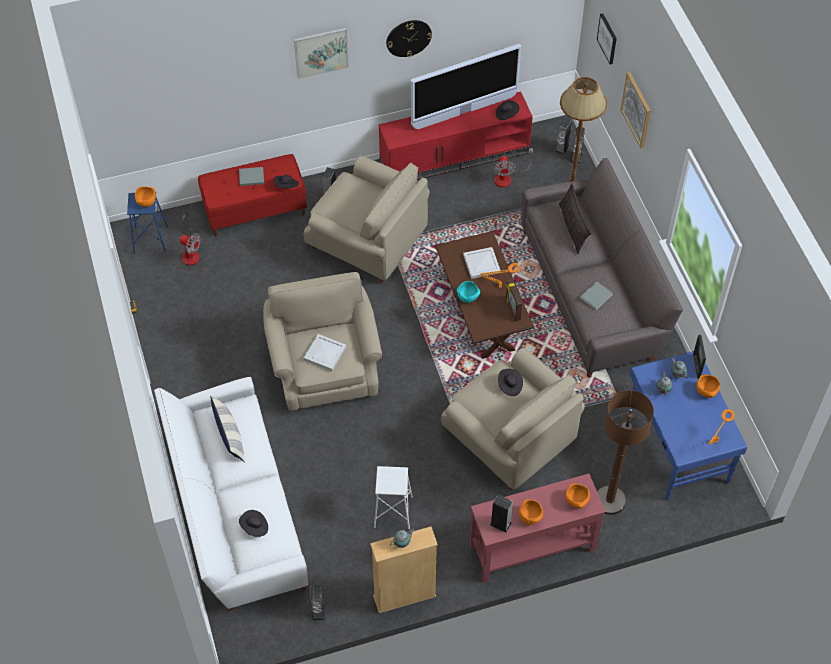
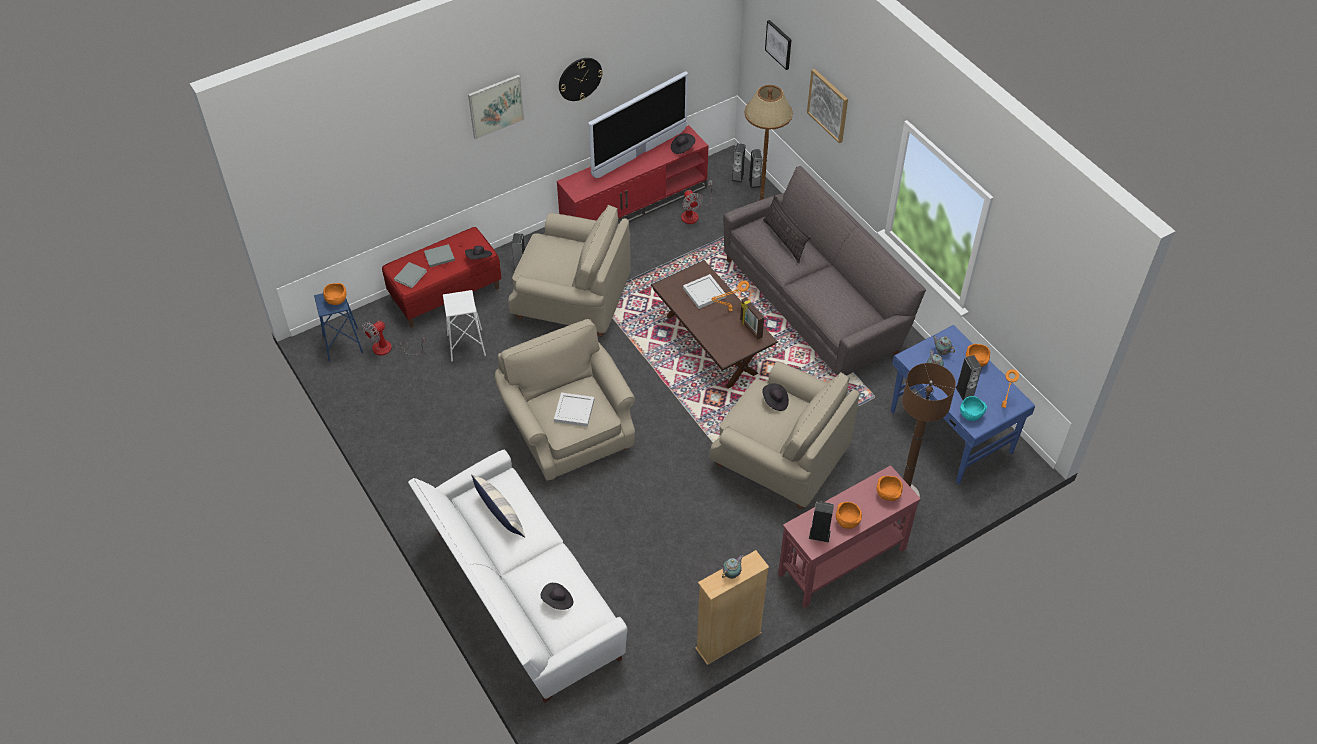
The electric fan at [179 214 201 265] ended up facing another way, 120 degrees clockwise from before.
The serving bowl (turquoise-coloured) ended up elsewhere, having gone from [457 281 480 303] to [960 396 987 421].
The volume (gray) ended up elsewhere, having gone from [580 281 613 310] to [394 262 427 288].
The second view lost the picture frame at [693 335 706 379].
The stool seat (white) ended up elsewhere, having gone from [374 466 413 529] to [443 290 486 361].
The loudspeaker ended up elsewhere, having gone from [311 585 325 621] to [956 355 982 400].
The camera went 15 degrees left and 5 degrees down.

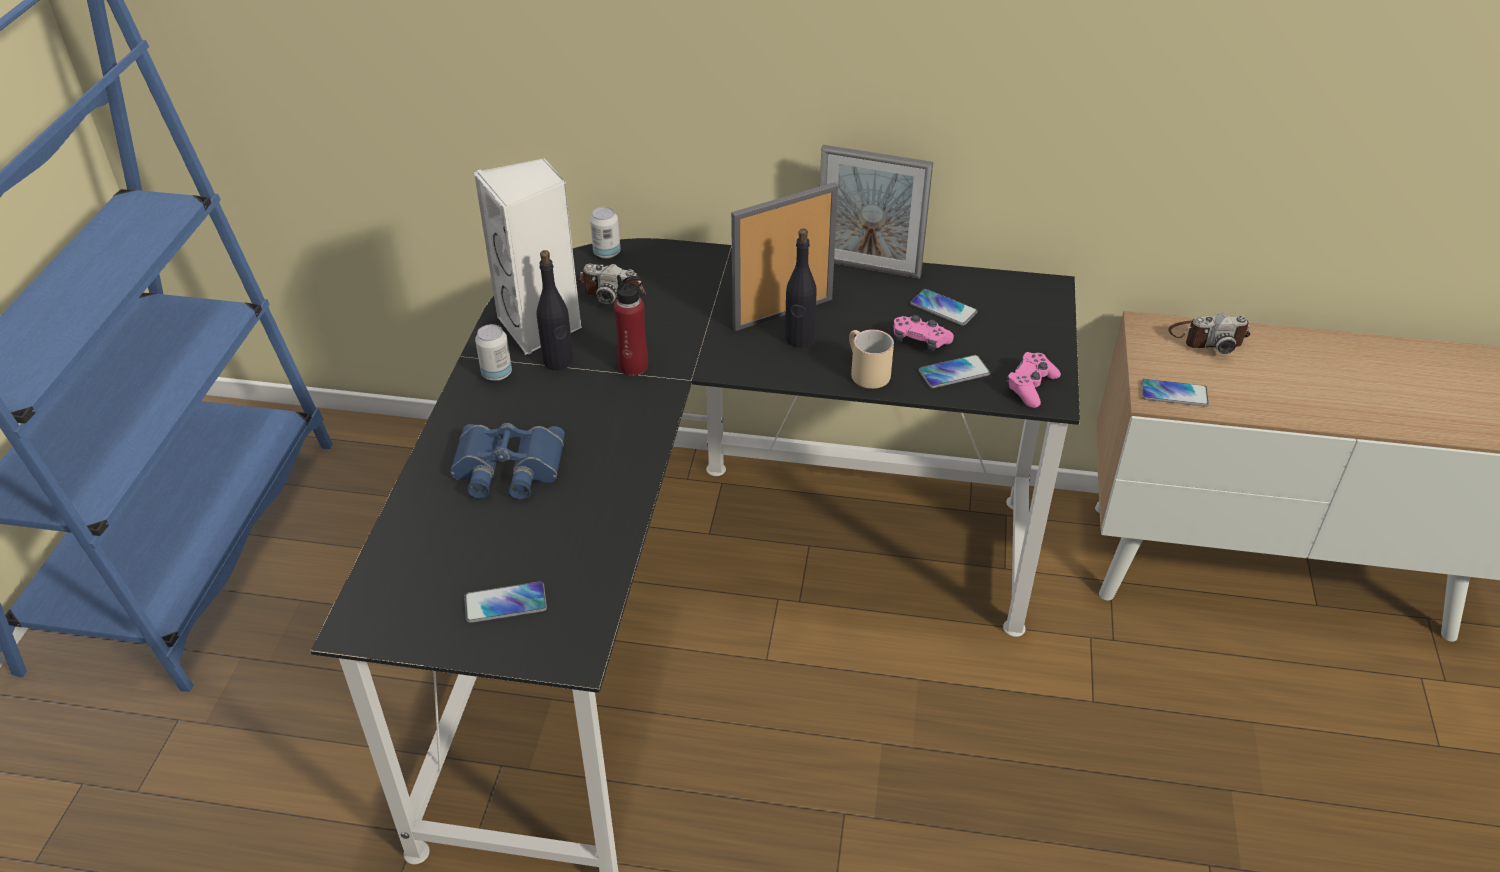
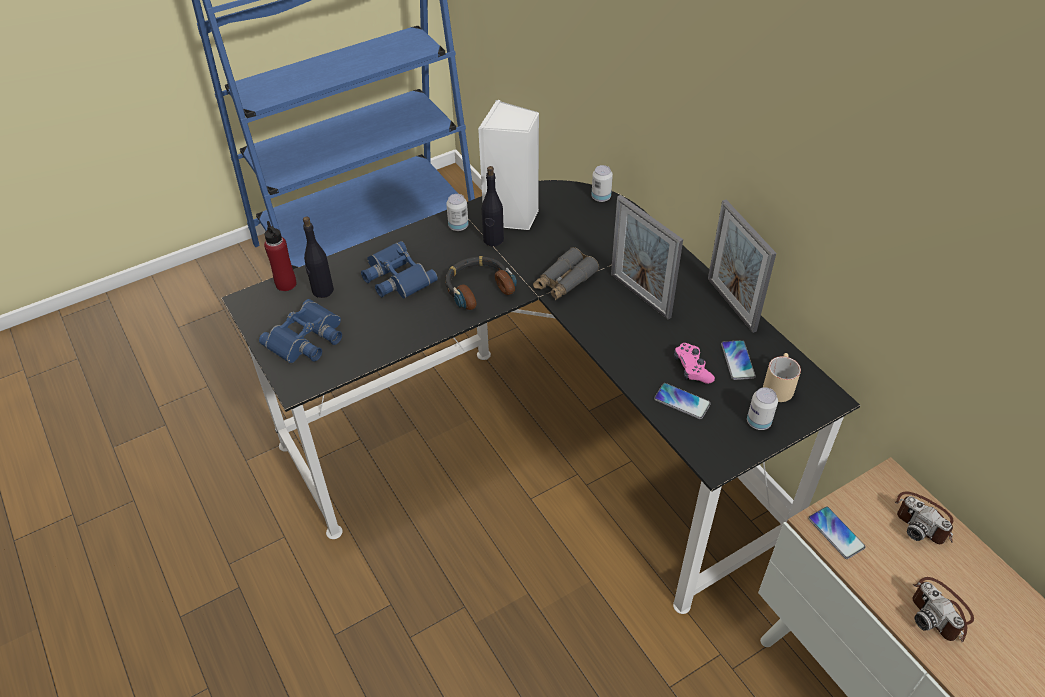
The picture frame at [731 182 838 331] ended up facing another way, 150 degrees counterclockwise from before.
The drink bottle (black) ended up elsewhere, having gone from [785 229 817 348] to [303 216 334 298].
The still camera ended up elsewhere, having gone from [577 263 646 305] to [913 577 974 642].
The drink bottle (reddish) ended up elsewhere, having gone from [614 275 648 376] to [264 221 297 291].
The mug (beige-coloured) ended up elsewhere, having gone from [849 329 894 389] to [763 353 801 402].
The second view lost the game controller (pink) at [1006 352 1061 408].
Where the handset stood at [464 581 547 623], the field glasses (bluish) came to stand at [259 299 342 363].
The second view gained the field glasses (gray) at [533 247 599 301].
The second view gained the headphones at [445 256 517 310].
The second view gained the can at [747 387 778 430].
The camera went 50 degrees right and 5 degrees up.

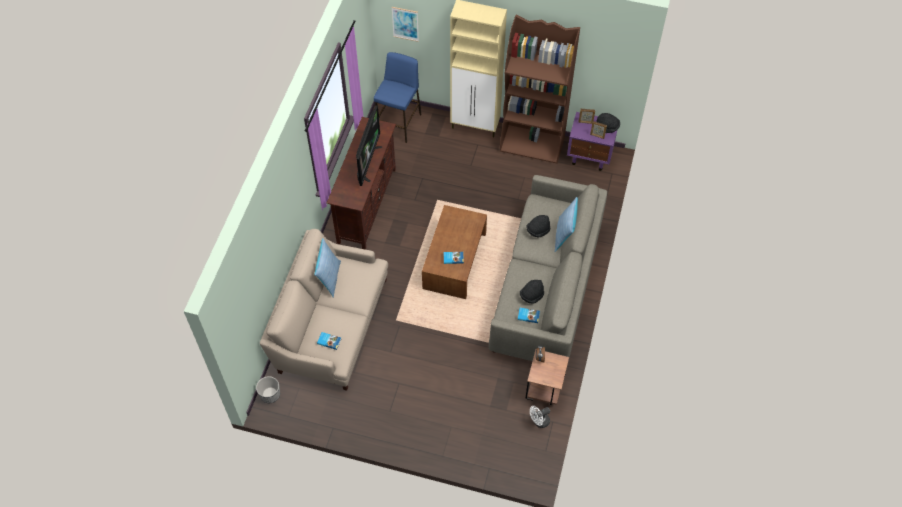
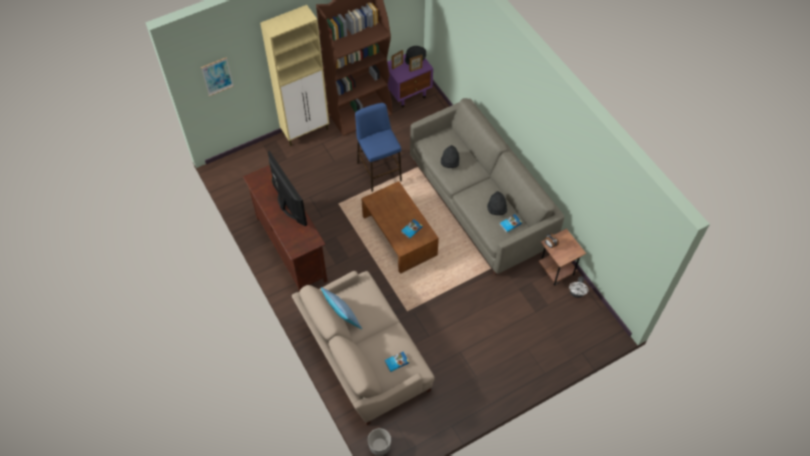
The stool seat (bluish) ended up elsewhere, having gone from [374 52 422 143] to [355 103 402 192].
The second view lost the throw pillow at [555 197 578 252].
The camera went 45 degrees left and 0 degrees up.

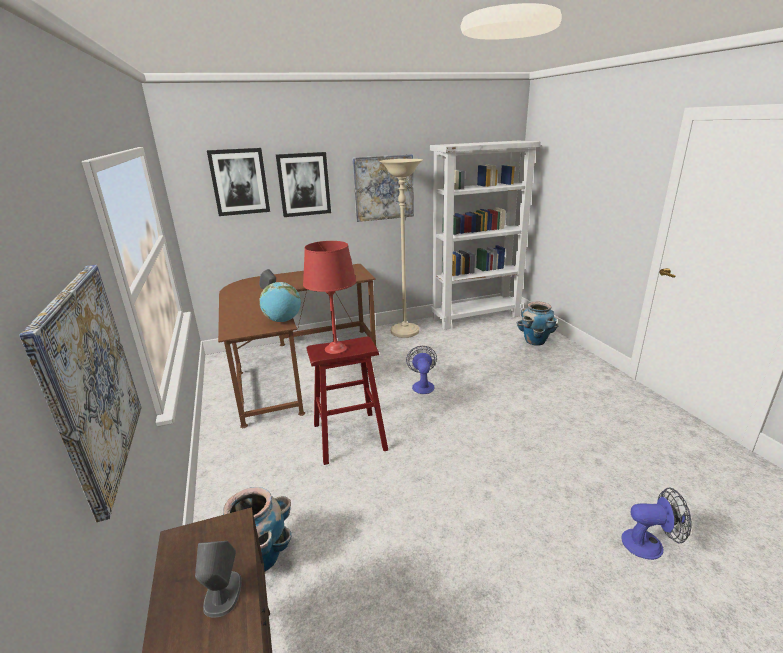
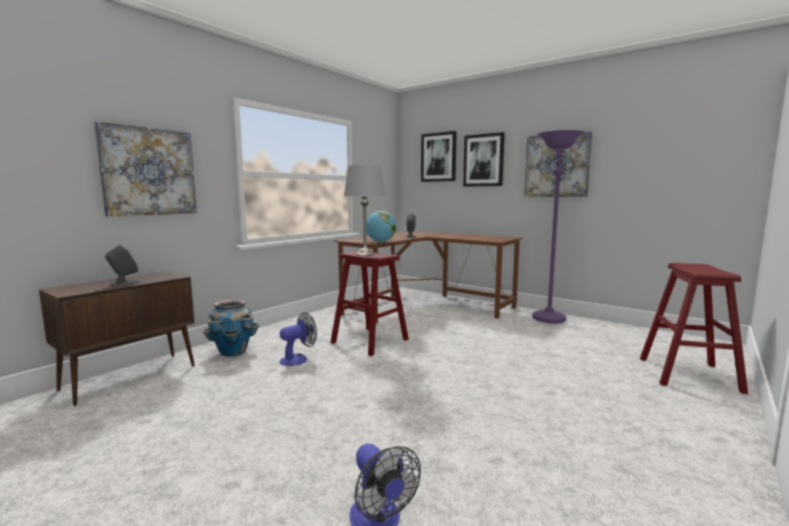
The second view lost the bookcase (white) at [430 141 541 330].
What was the standing lamp (beige-coloured) at [380 159 423 338] turned into the standing lamp (purple-coloured) at [532 130 585 324].
What was the table lamp (reddish) at [303 241 356 354] turned into the table lamp (gray) at [344 165 385 255].
Where the flower pot stood at [517 302 559 346], the stool seat (reddish) came to stand at [640 263 748 394].
The electric fan ended up elsewhere, having gone from [406 346 437 394] to [280 312 317 366].
The camera went 55 degrees right and 15 degrees down.

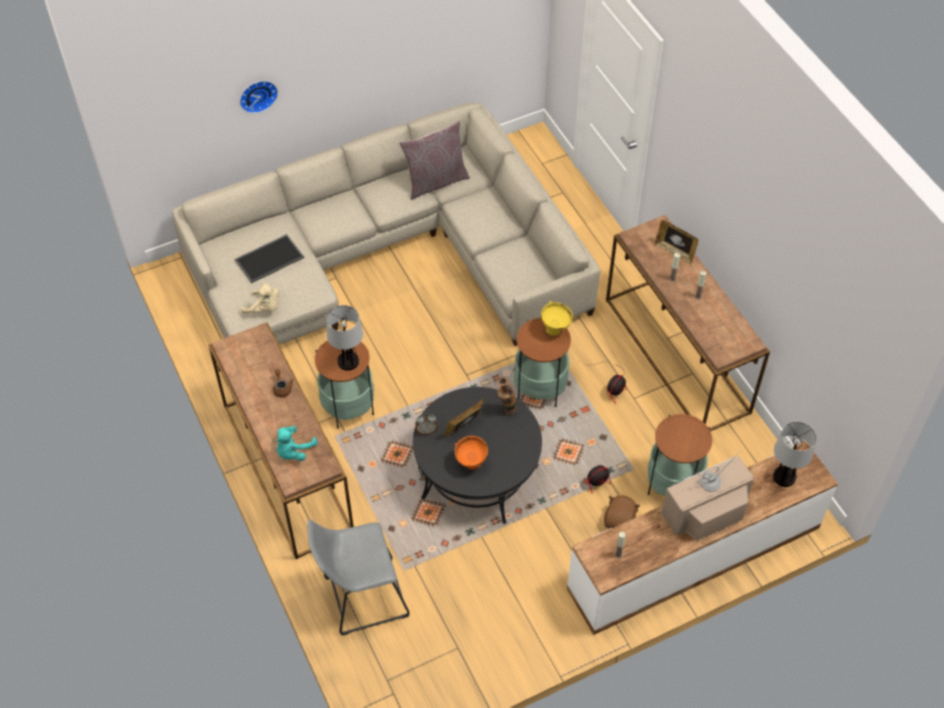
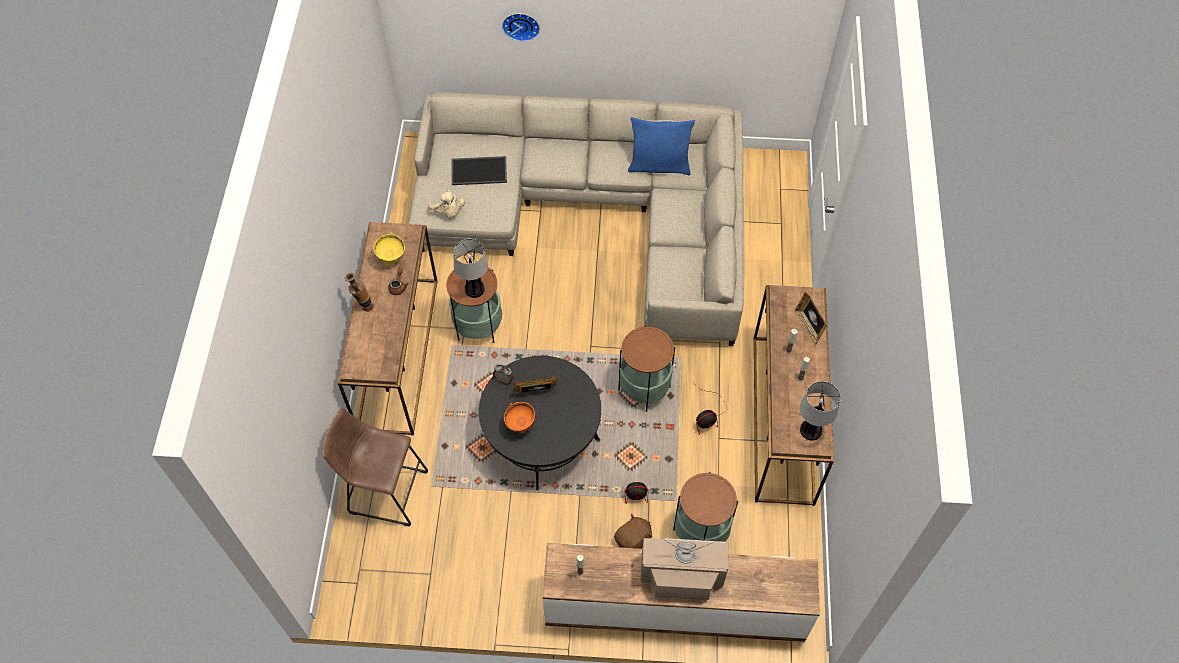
What was the throw pillow (gray) at [399 121 470 200] turned into the throw pillow (bluish) at [628 117 695 175].
The serving bowl (yellow) ended up elsewhere, having gone from [541 301 573 336] to [373 232 405 266].
The vase ended up elsewhere, having gone from [497 377 517 415] to [345 273 374 312].
The table lamp ended up elsewhere, having gone from [773 422 817 487] to [800 381 841 440].
The second view lost the cuddly toy (turquoise-coloured) at [275 426 318 461].
What was the stool seat (gray) at [307 519 410 636] turned into the stool seat (brown) at [322 408 428 527].
The camera went 30 degrees right and 5 degrees up.

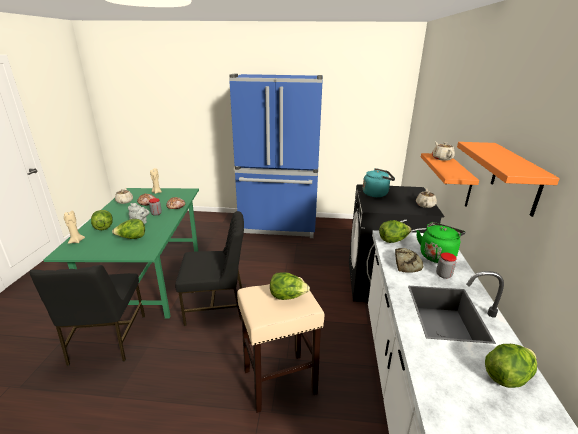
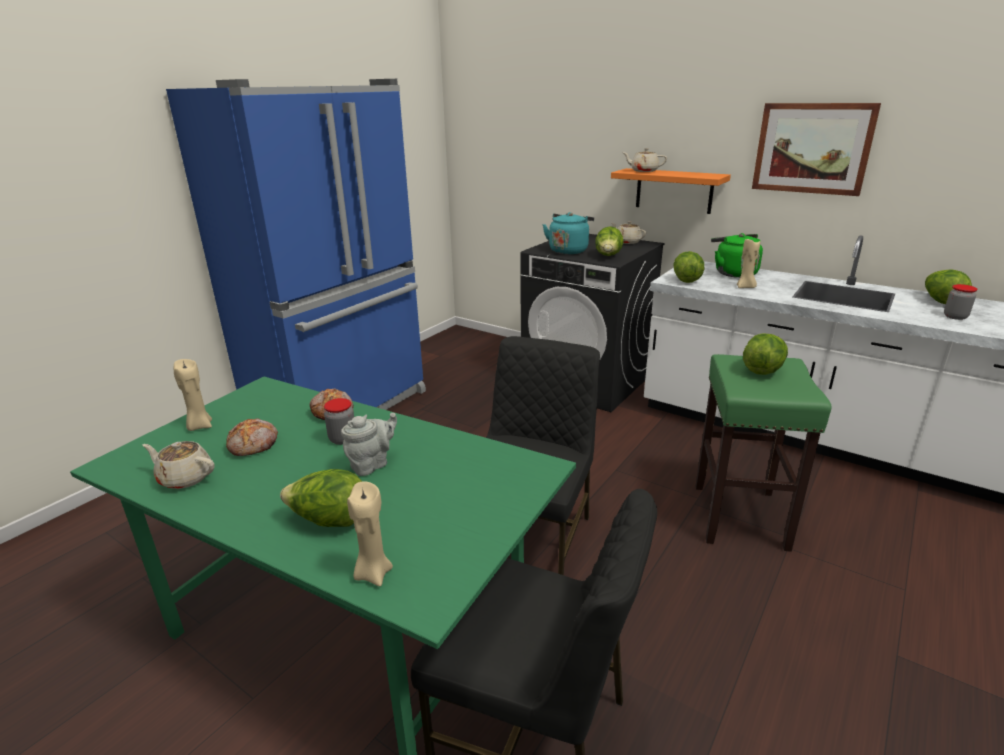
Where the bracket shelf (orange) hung at [457 142 560 217], the wall art came to hang at [752 103 881 196].
The head of lettuce ended up elsewhere, having gone from [112 219 145 239] to [595 226 623 256].
Where the bread stood at [395 248 423 273], the wax light (beige-coloured) came to stand at [737 239 760 288].
The storage jar ended up elsewhere, having gone from [436 253 457 279] to [944 284 977 320].
What was the stool seat (beige-coloured) at [237 277 325 413] turned into the stool seat (greenish) at [695 354 831 552].
The camera went 60 degrees left and 0 degrees up.

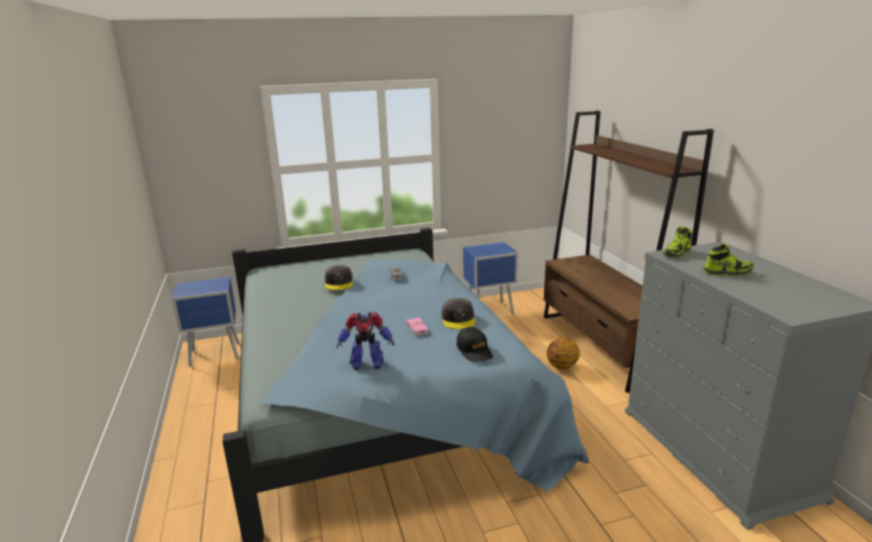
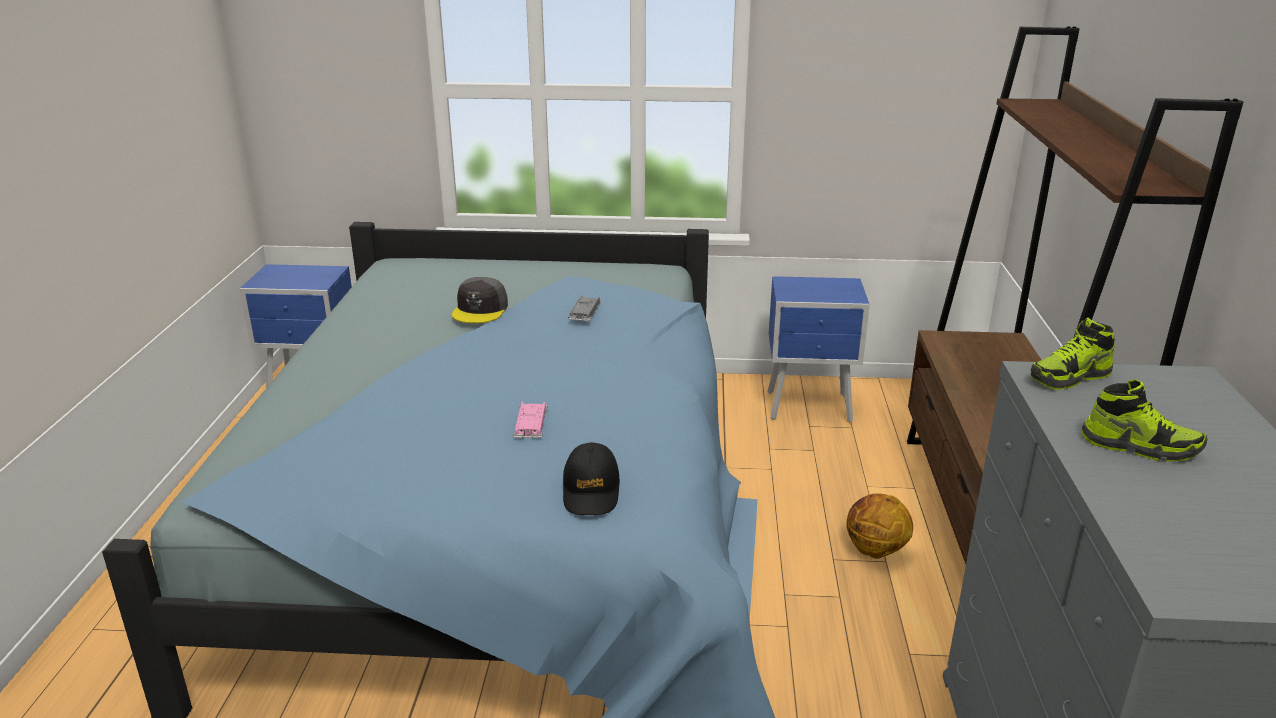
The second view lost the cap (gray) at [441 298 475 329].
The second view lost the robot figure at [337 312 395 370].
The camera went 20 degrees right and 5 degrees up.

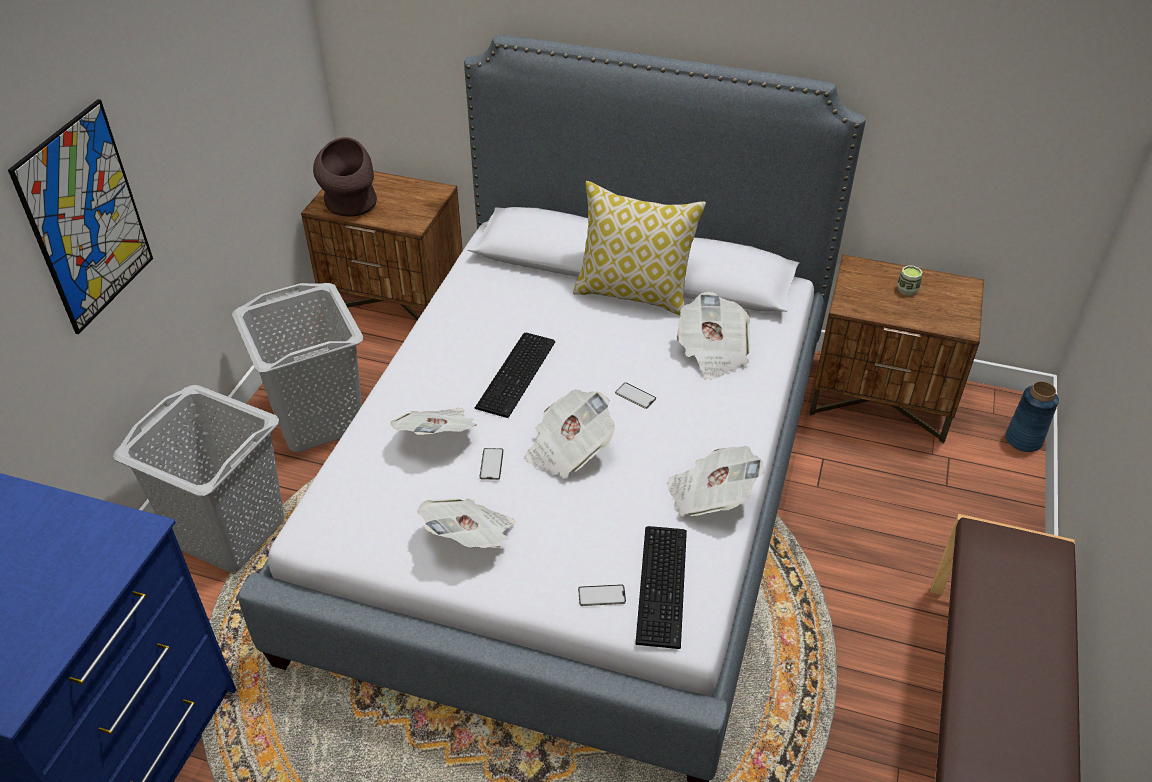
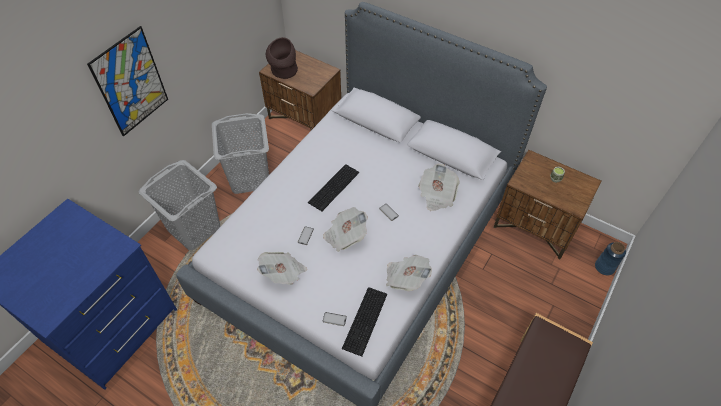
The second view lost the throw pillow at [573 181 706 316].
The second view lost the newspaper at [391 408 477 435].
The camera went 15 degrees right and 10 degrees up.

